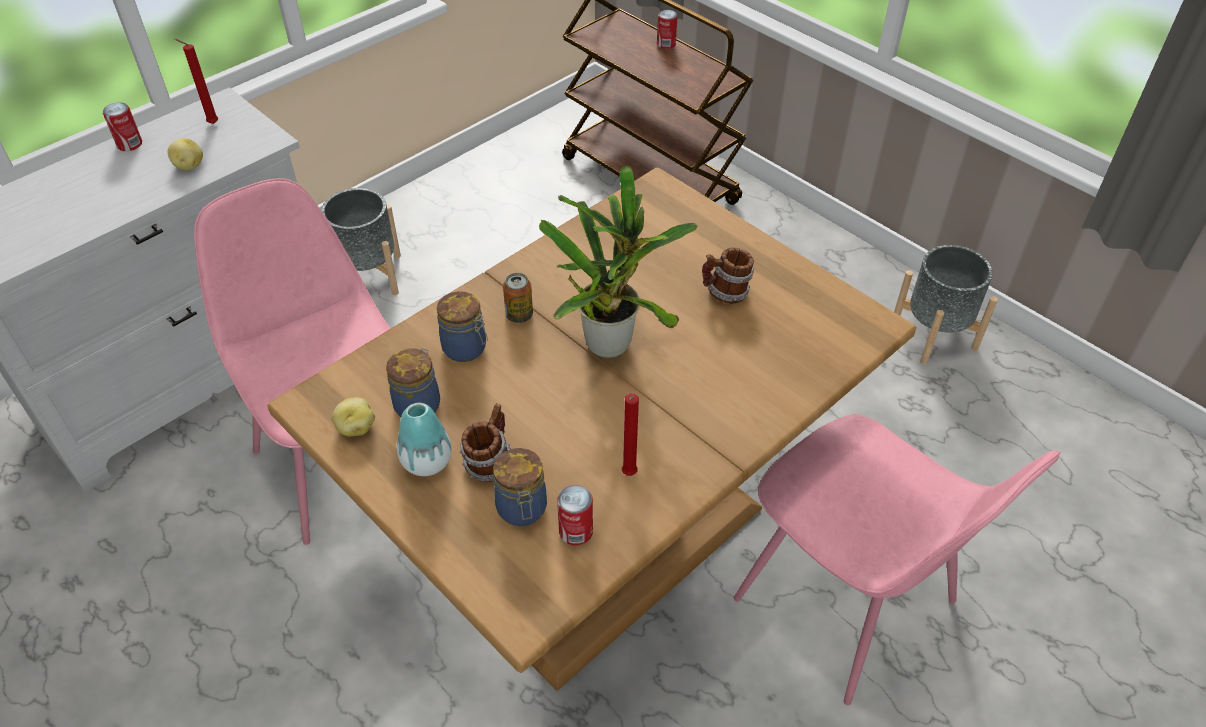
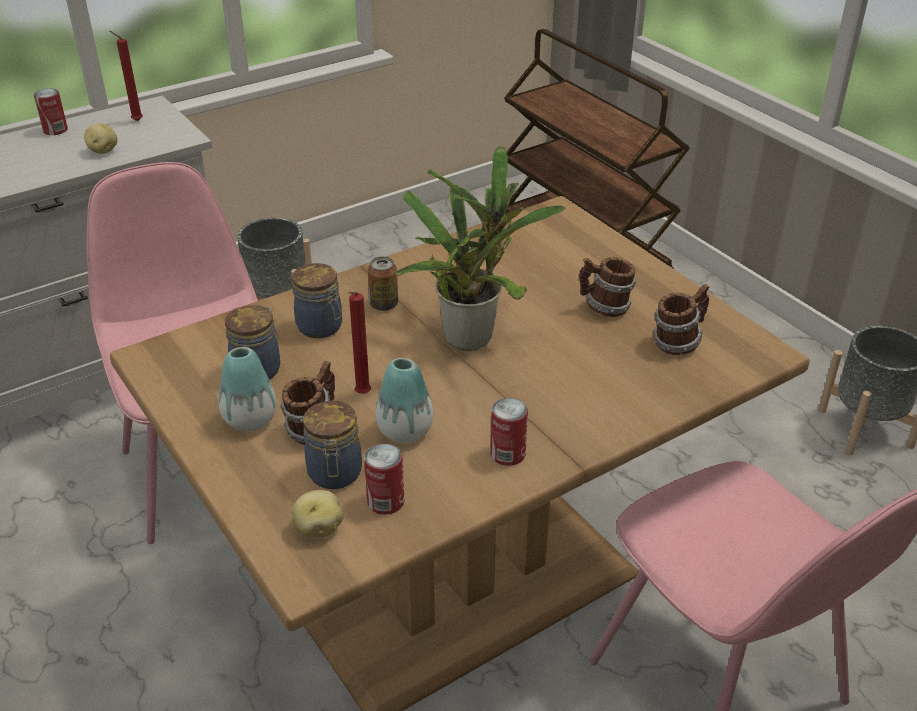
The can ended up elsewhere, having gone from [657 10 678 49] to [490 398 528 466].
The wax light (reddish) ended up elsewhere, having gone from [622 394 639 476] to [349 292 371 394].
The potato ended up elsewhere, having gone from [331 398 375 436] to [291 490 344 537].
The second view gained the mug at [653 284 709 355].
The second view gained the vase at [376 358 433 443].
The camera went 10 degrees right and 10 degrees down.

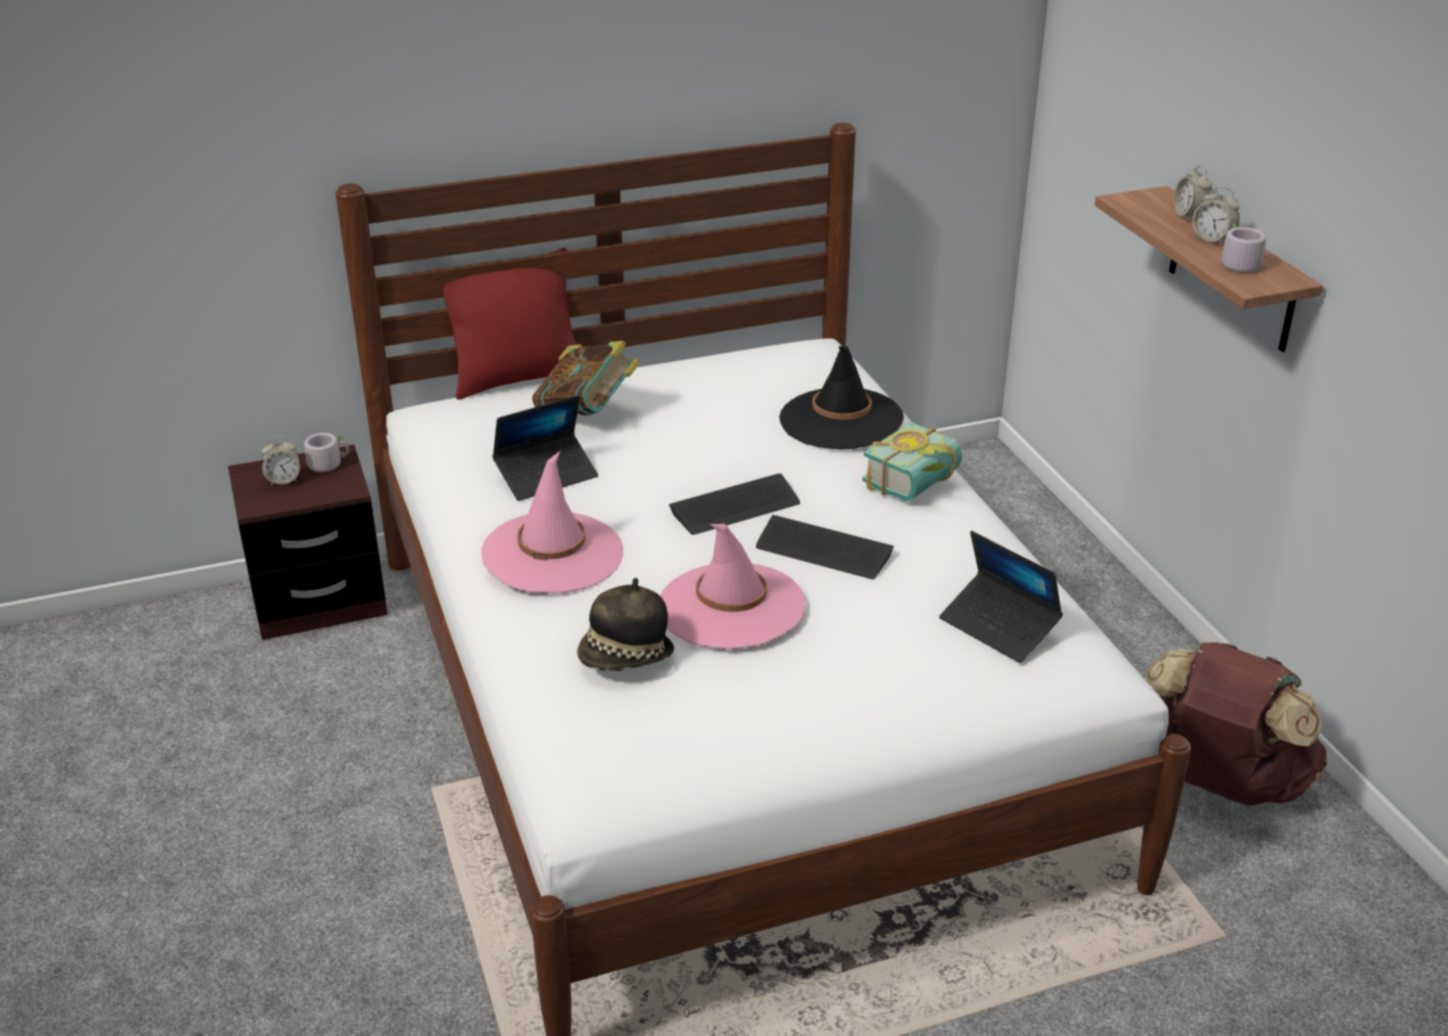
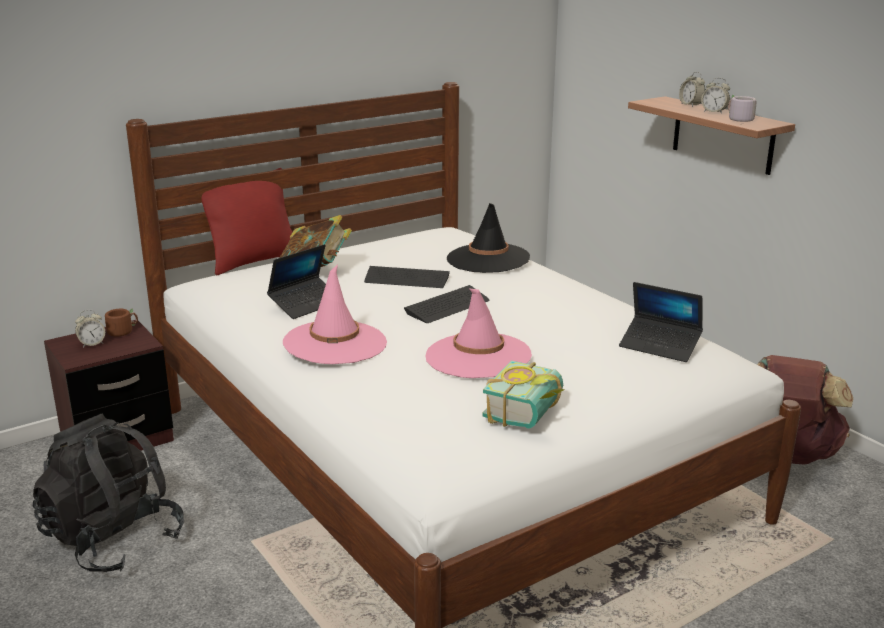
The volume ended up elsewhere, having gone from [862 422 962 501] to [482 361 564 429].
What was the mug (gray) at [304 433 349 472] turned into the mug (brown) at [105 308 138 337].
The computer keyboard ended up elsewhere, having gone from [756 515 894 579] to [364 266 450 288].
The second view lost the clothing hat at [577 578 674 671].
The second view gained the backpack (black) at [33 413 184 572].
The camera went 15 degrees left and 10 degrees down.

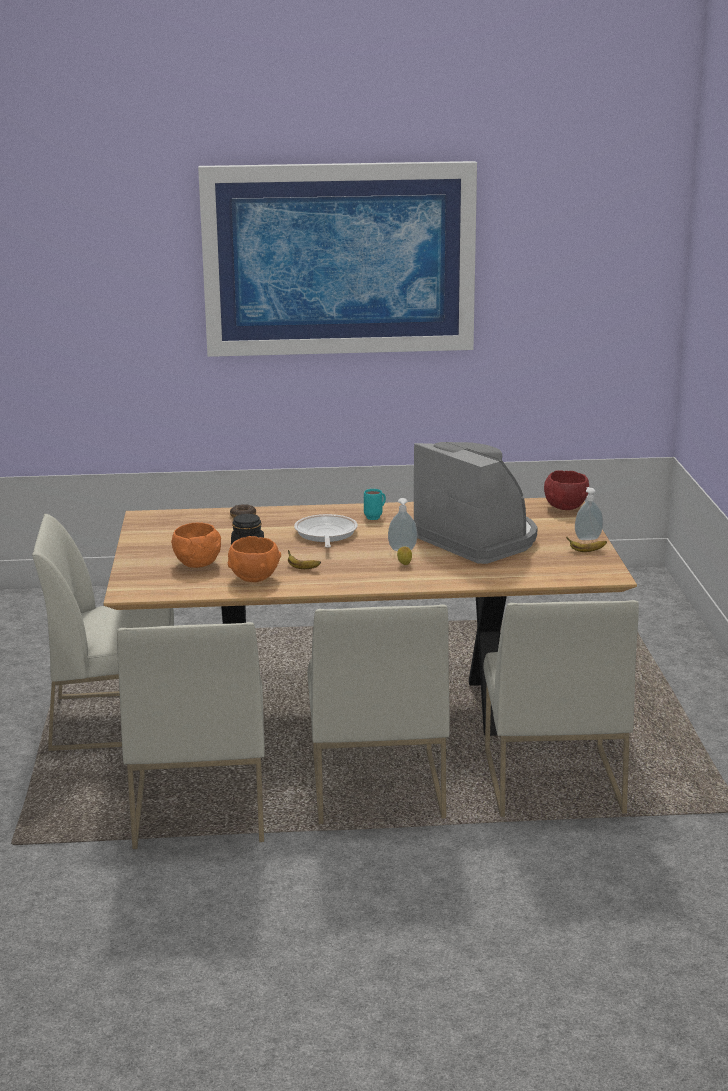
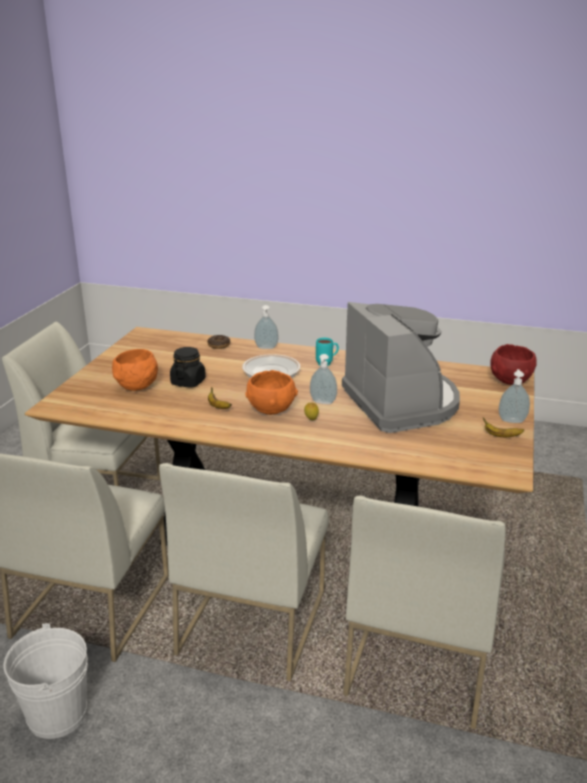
The second view lost the wall art at [198 161 477 357].
The serving bowl (orange) ended up elsewhere, having gone from [228 536 281 582] to [245 370 298 415].
The second view gained the soap bottle at [254 305 278 349].
The second view gained the bucket (white) at [4 623 88 739].
The camera went 20 degrees right and 5 degrees up.

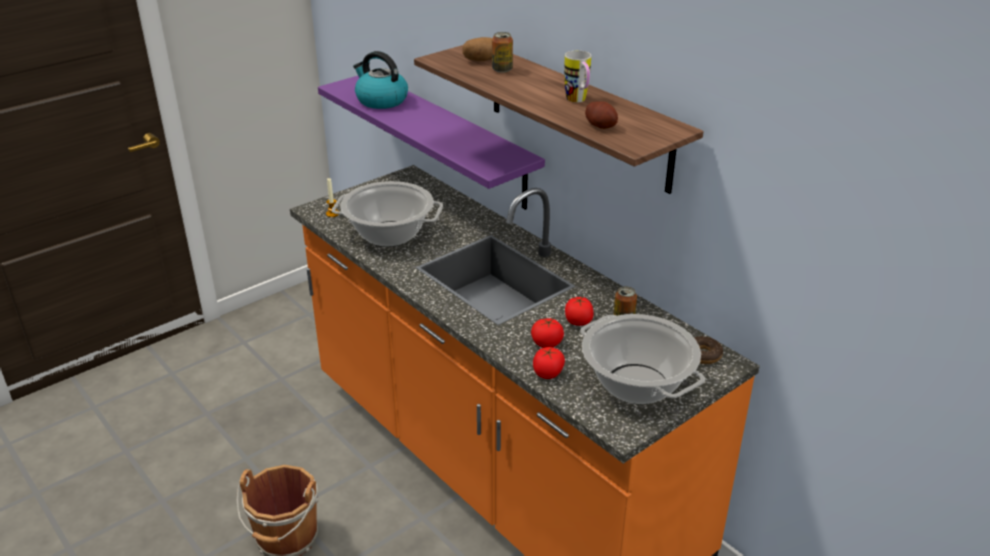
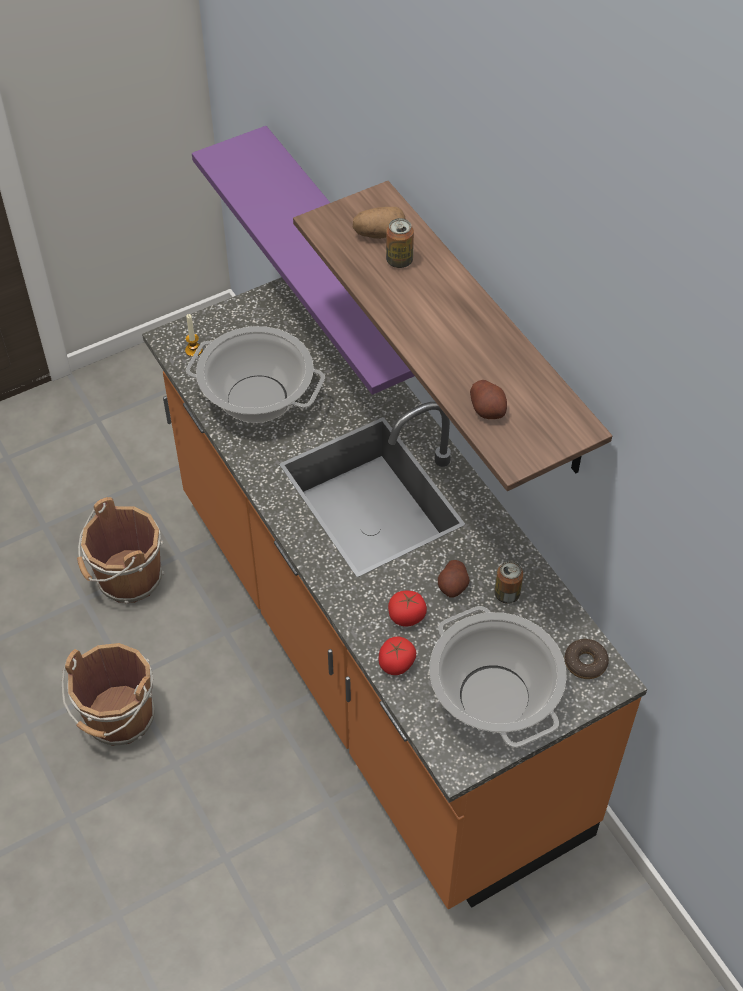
The second view lost the kettle at [353 51 408 109].
The second view lost the mug at [564 51 591 103].
Where the tomato stood at [565 296 593 326], the potato came to stand at [438 560 470 598].
The second view gained the bucket (brown) at [77 497 164 604].
The camera went 10 degrees right and 20 degrees up.

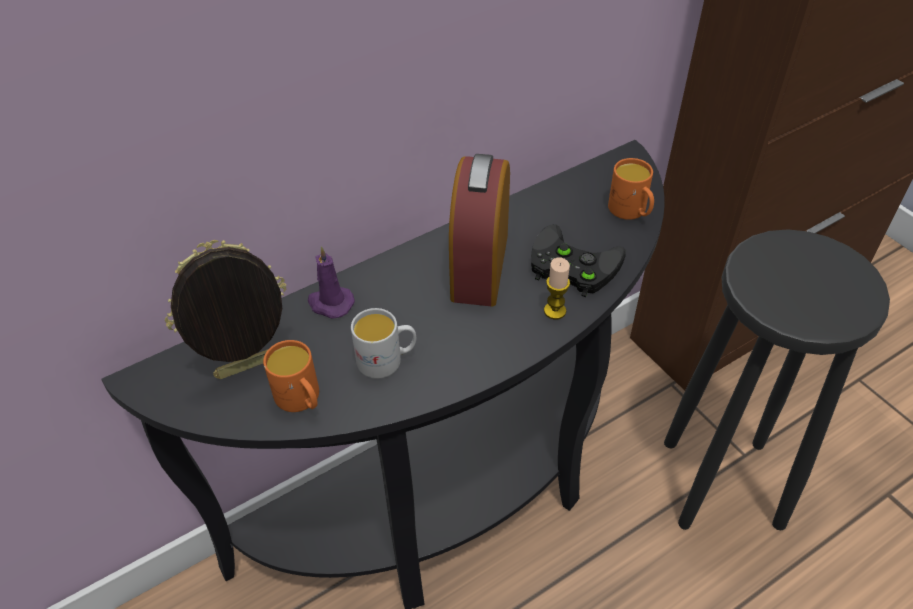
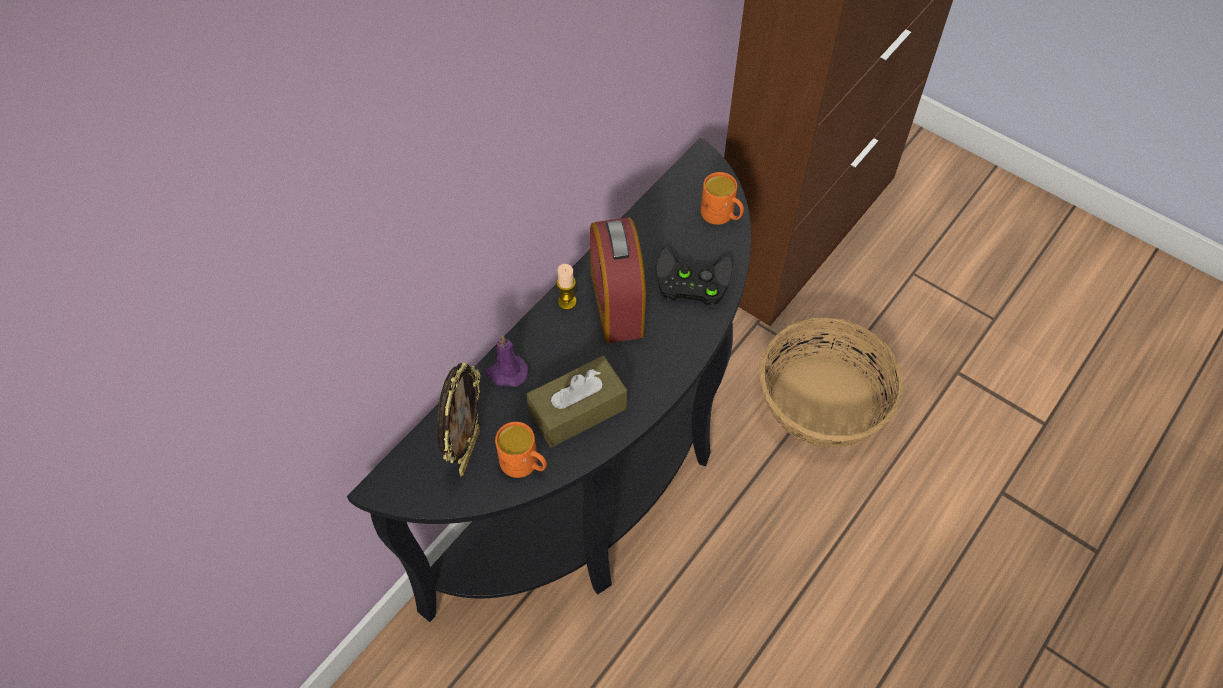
Where the stool seat (black) stood at [664 229 890 530], the storage basket came to stand at [760 318 904 448].
The picture frame at [165 240 286 379] ended up facing another way, 150 degrees clockwise from before.
The wax light ended up elsewhere, having gone from [544 258 570 320] to [556 264 576 310].
Where the mug (white) stood at [351 308 416 379], the tissue box (brown) came to stand at [526 356 627 448].
The camera went 20 degrees left and 10 degrees up.

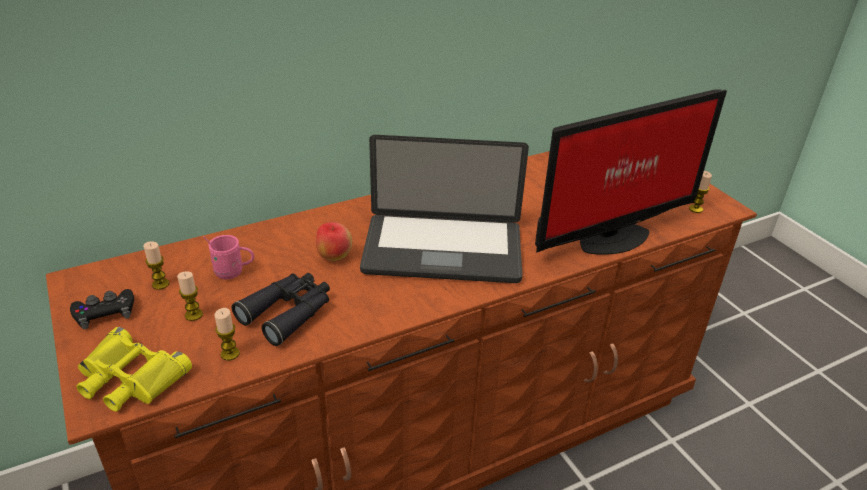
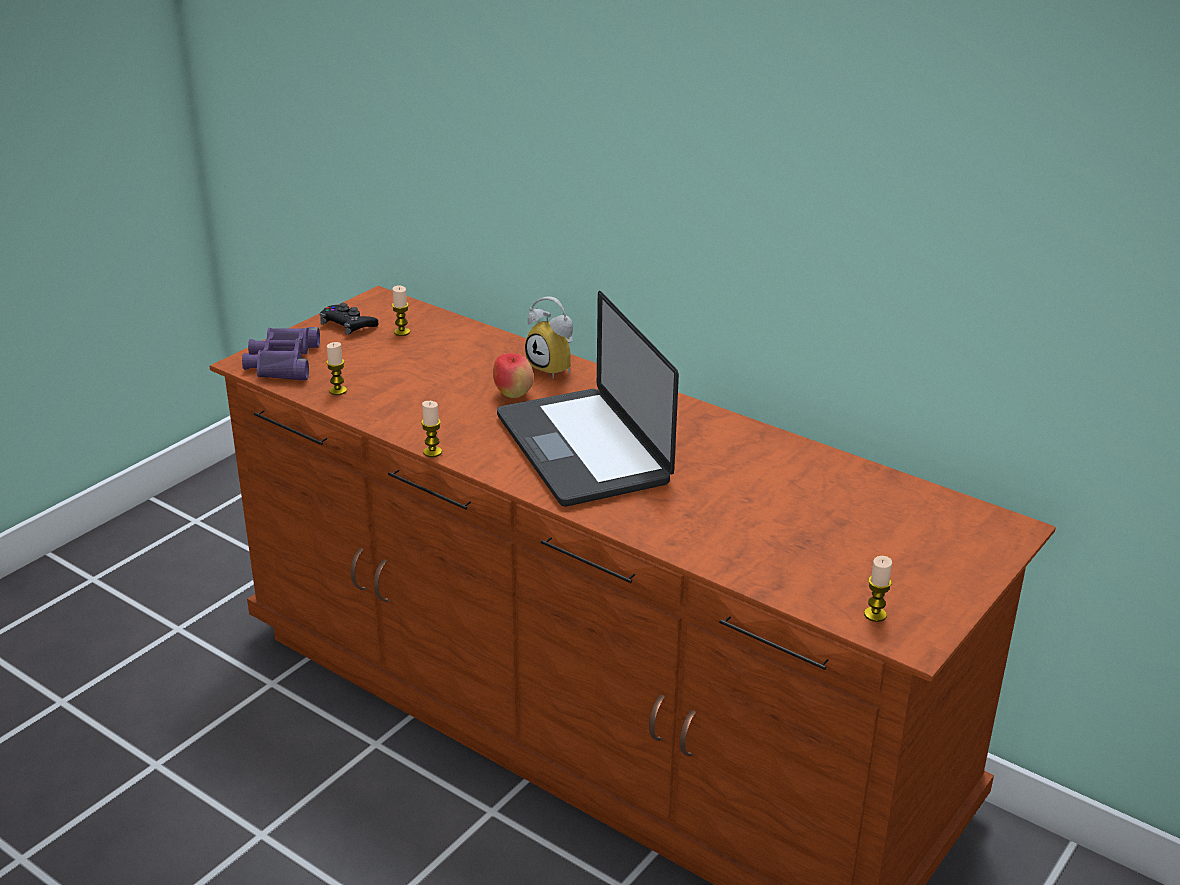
The second view lost the computer display at [535 89 727 255].
The second view lost the mug (pink) at [204 235 254 279].
The wax light ended up elsewhere, having gone from [177 271 203 321] to [421 401 442 457].
The second view lost the field glasses (black) at [231 273 330 346].
What was the field glasses (yellow) at [76 327 192 412] turned into the field glasses (purple-coloured) at [242 327 320 380].
The second view gained the bedside clock at [525 296 573 378].
The camera went 65 degrees right and 5 degrees down.

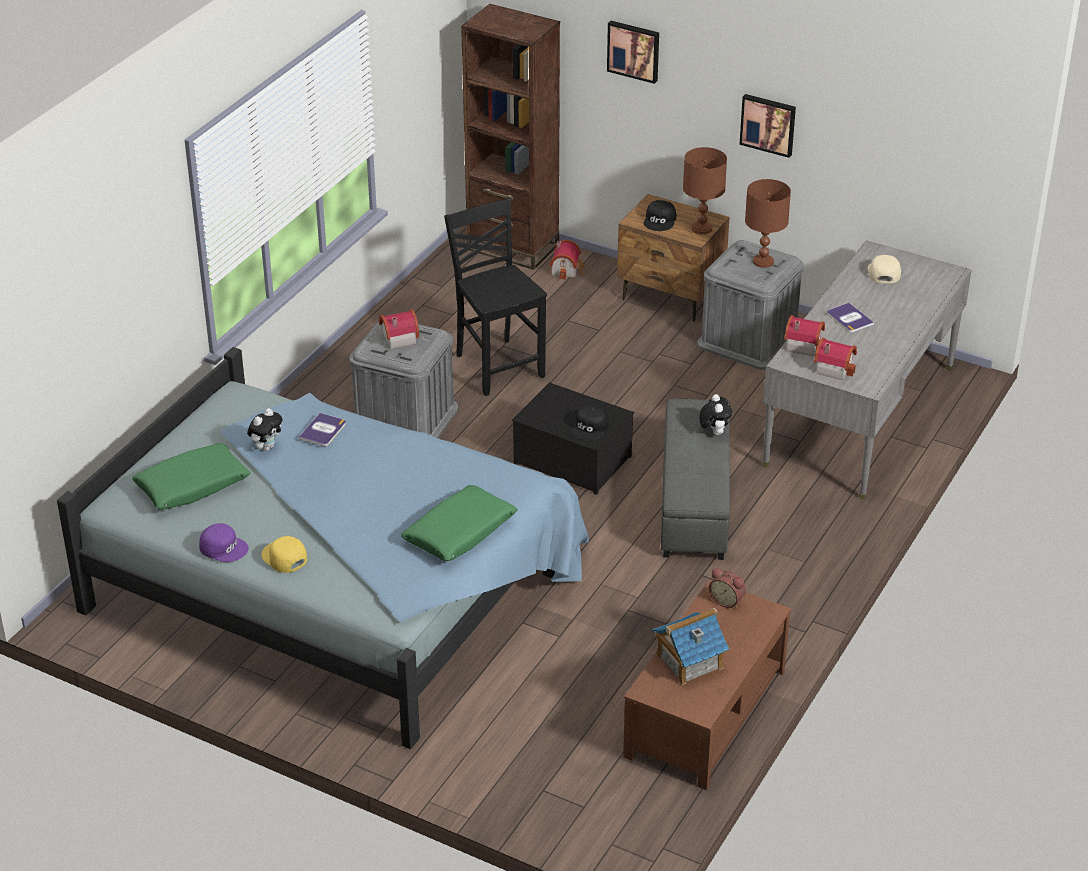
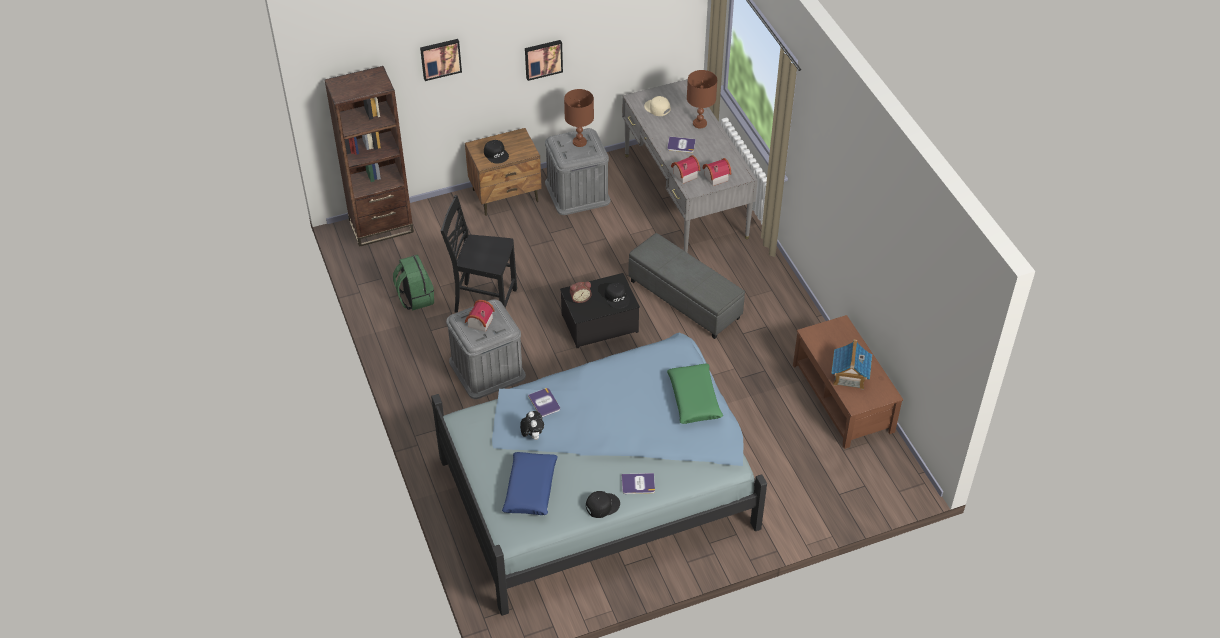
The table lamp (brown) ended up elsewhere, having gone from [683 147 727 234] to [687 70 717 128].
The second view lost the model house at [550 240 585 280].
The second view lost the cuddly toy at [699 394 732 435].
What was the throw pillow (greenish) at [132 443 251 510] turned into the throw pillow (bluish) at [502 452 558 515].
What was the cap (purple-coloured) at [199 523 249 562] turned into the cap (black) at [586 491 620 518].
Where the cap (yellow) stood at [262 536 307 573], the volume came to stand at [622 473 655 494].
The bedside clock ended up elsewhere, having gone from [709 568 746 609] to [570 282 592 303].
The second view gained the backpack (greenish) at [393 255 434 311].
The camera went 50 degrees left and 10 degrees up.

